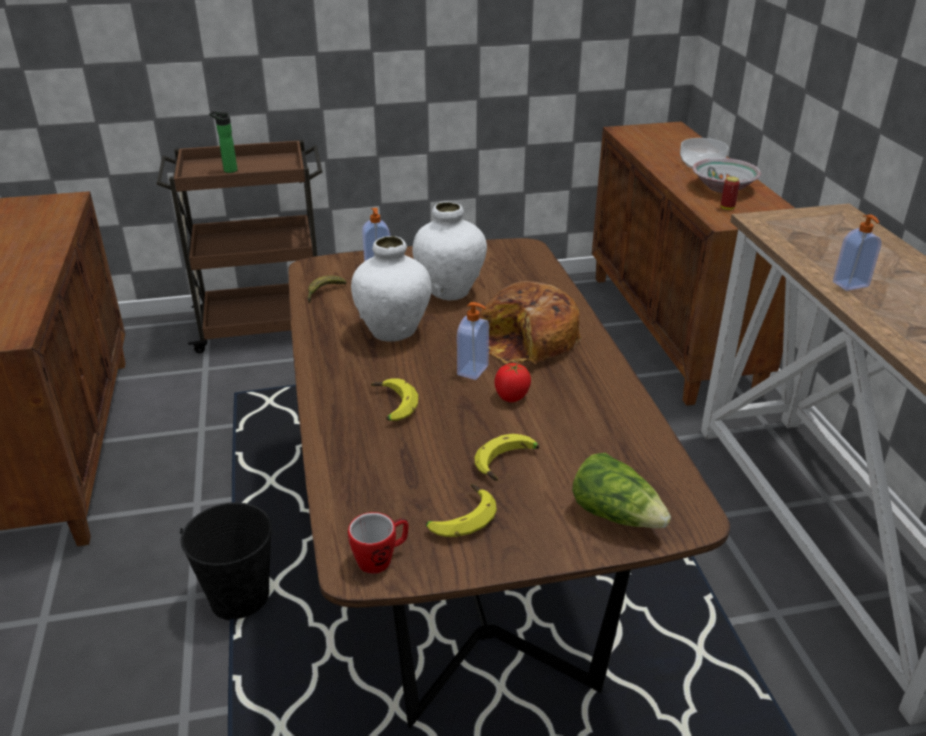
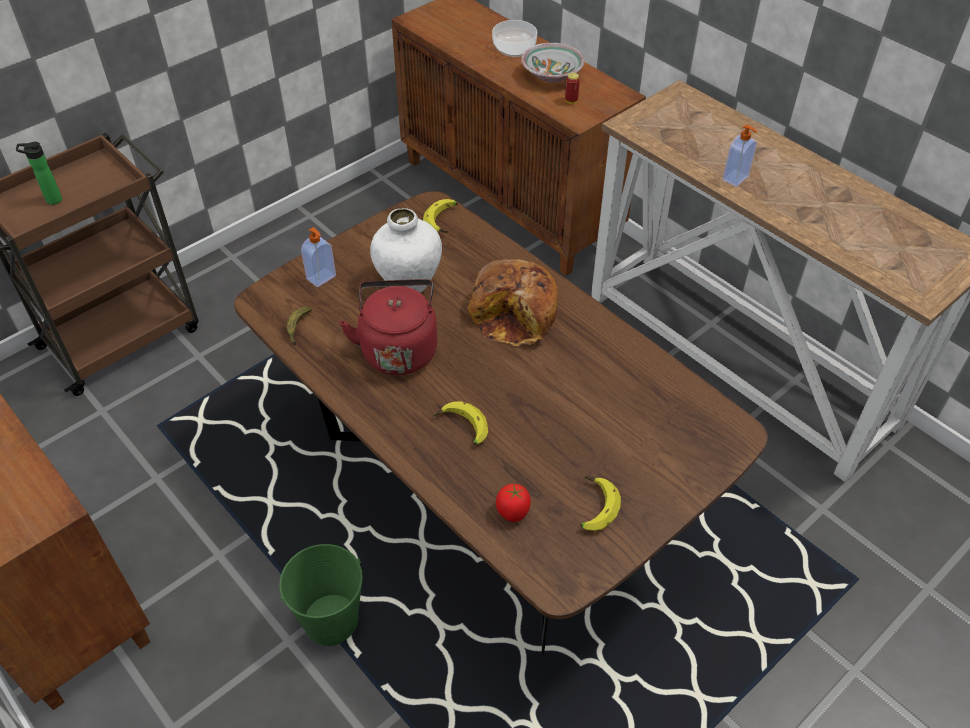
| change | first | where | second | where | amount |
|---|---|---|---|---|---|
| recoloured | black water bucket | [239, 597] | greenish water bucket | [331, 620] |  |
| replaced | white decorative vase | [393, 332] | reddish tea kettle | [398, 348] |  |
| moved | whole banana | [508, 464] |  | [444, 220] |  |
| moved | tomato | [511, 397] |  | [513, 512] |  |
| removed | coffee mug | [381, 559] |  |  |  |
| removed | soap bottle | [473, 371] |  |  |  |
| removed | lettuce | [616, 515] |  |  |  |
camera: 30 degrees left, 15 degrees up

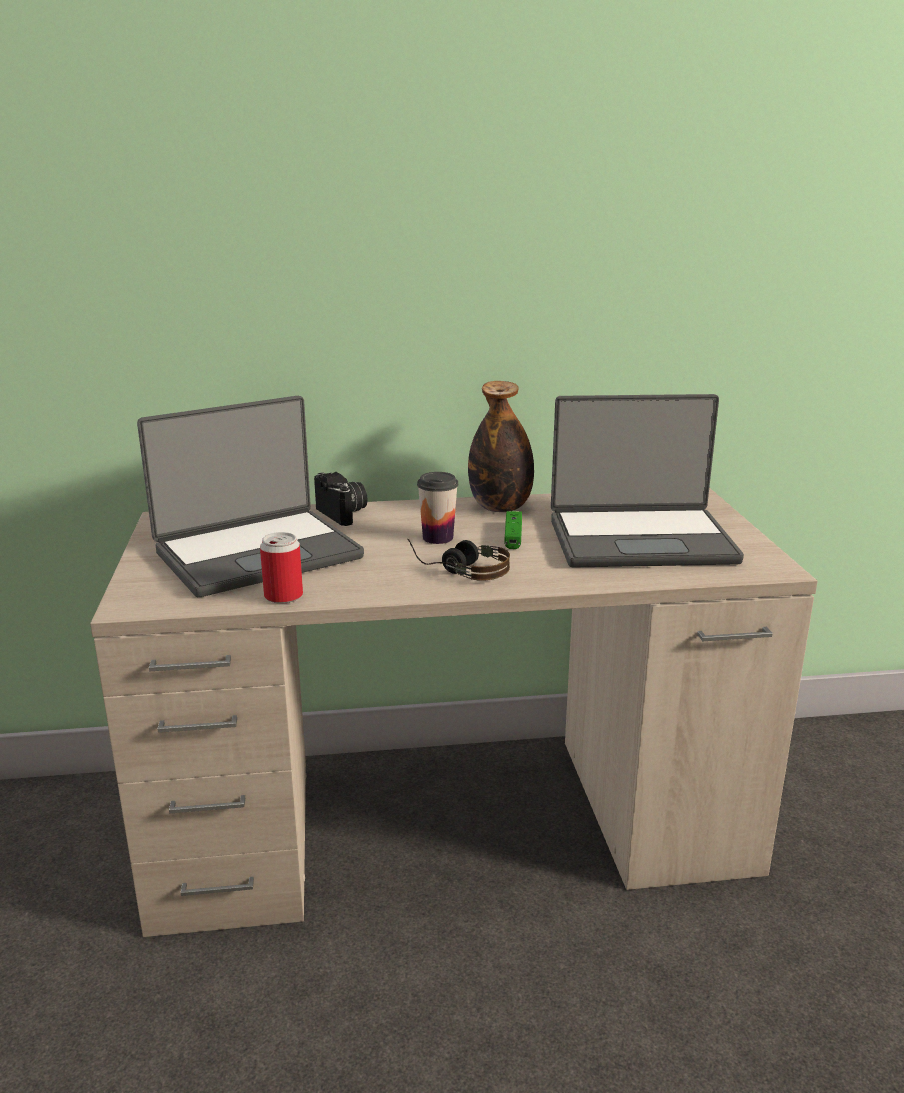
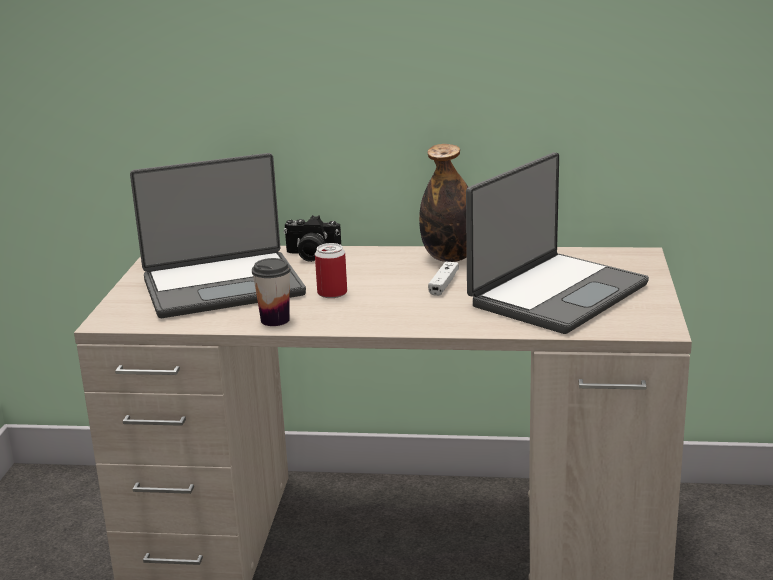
| change | first | where | second | where | amount |
|---|---|---|---|---|---|
| moved | small cup | [438, 538] |  | [275, 320] |  |
| turned | photo camera | [344, 514] |  | [311, 255] | 120 degrees clockwise |
| moved | metal can | [283, 596] |  | [332, 293] |  |
| recoloured | greenish joypad | [513, 536] | white joypad | [443, 284] |  |
| turned | portable computer | [640, 540] |  | [556, 294] | 60 degrees counterclockwise |
| removed | headset | [459, 570] |  |  |  |
camera: 15 degrees right, 0 degrees up

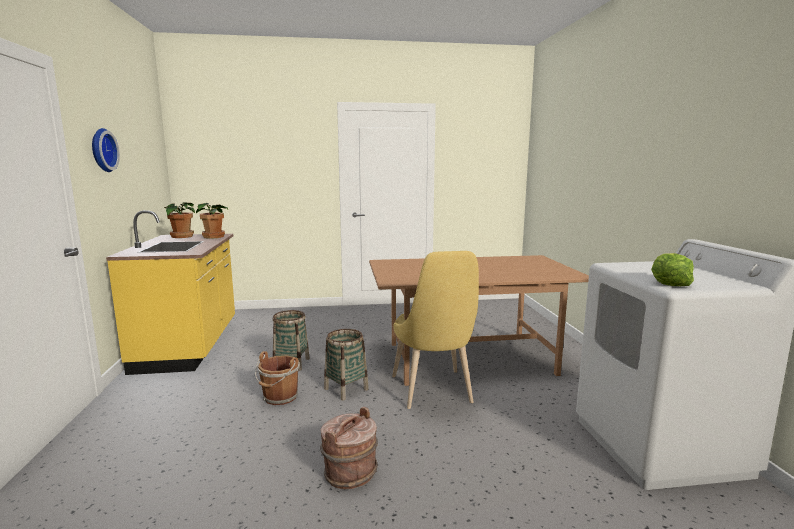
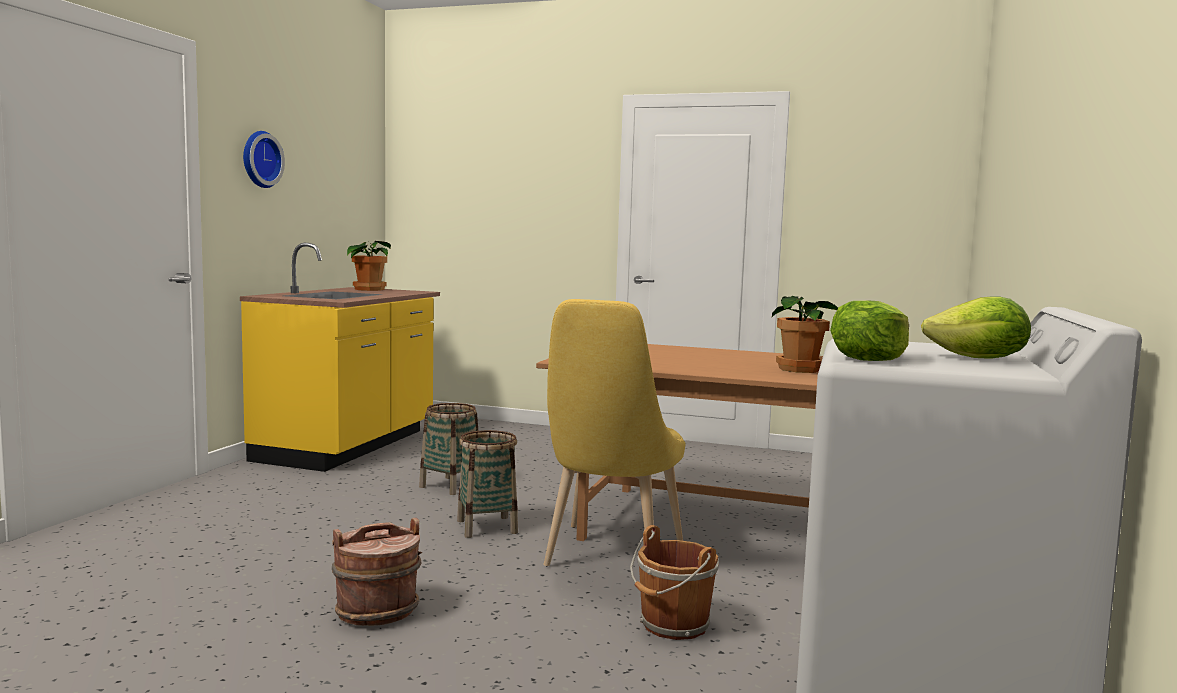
| change | first | where | second | where | amount |
|---|---|---|---|---|---|
| moved | brown-coloured water bucket | [280, 397] |  | [672, 625] |  |
| moved | plant in a pot | [214, 236] |  | [801, 369] |  |
| added |  |  | lettuce | [979, 359] |  |
camera: 25 degrees right, 5 degrees down

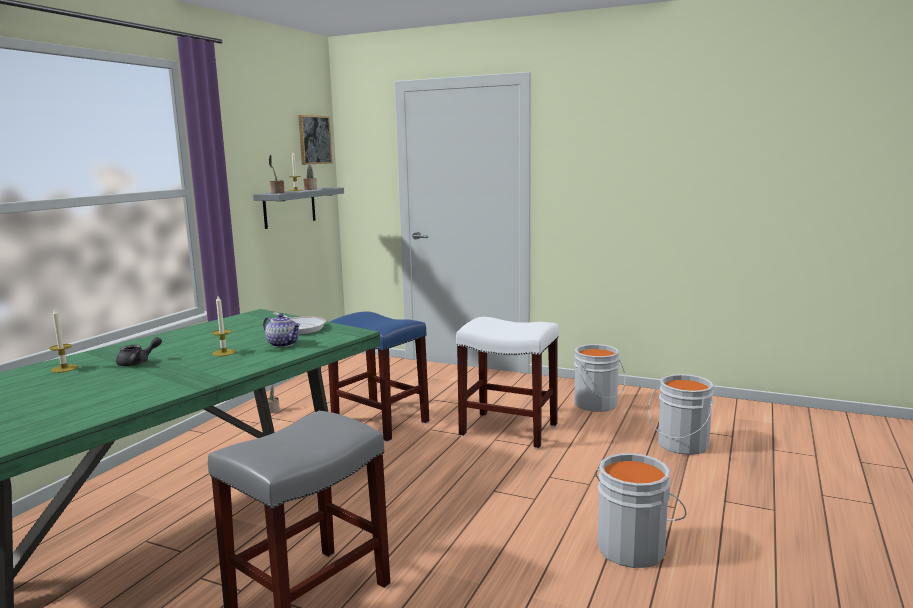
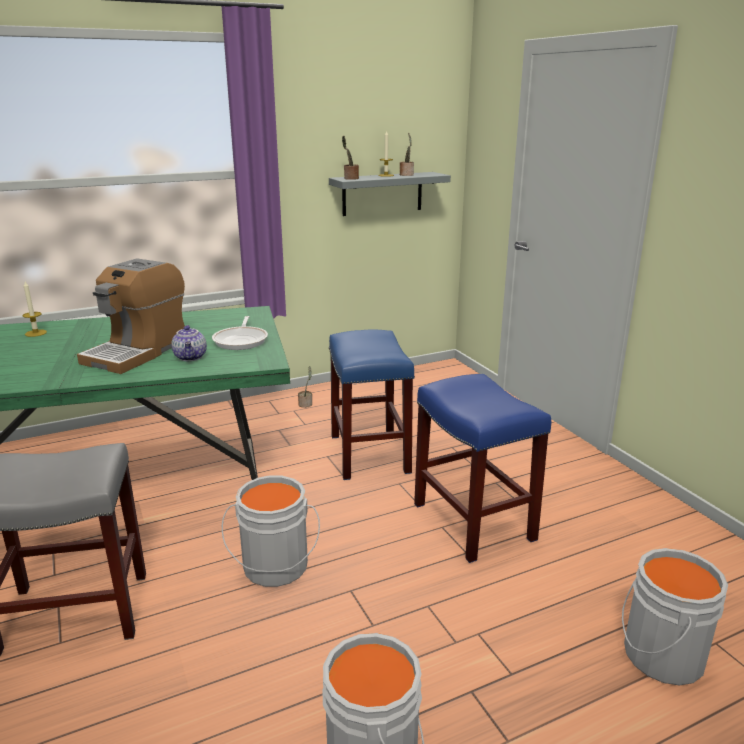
| change | first | where | second | where | amount |
|---|---|---|---|---|---|
| replaced | candle | [224, 352] | coffee machine | [138, 352] |  |
| moved | gray water bucket | [597, 405] |  | [275, 568] |  |
| recoloured | white stool seat | [509, 430] | blue stool seat | [474, 522] |  |
| removed | gray pot for tea | [138, 363] |  |  |  |
| removed | picture | [314, 140] |  |  |  |
camera: 40 degrees right, 10 degrees up

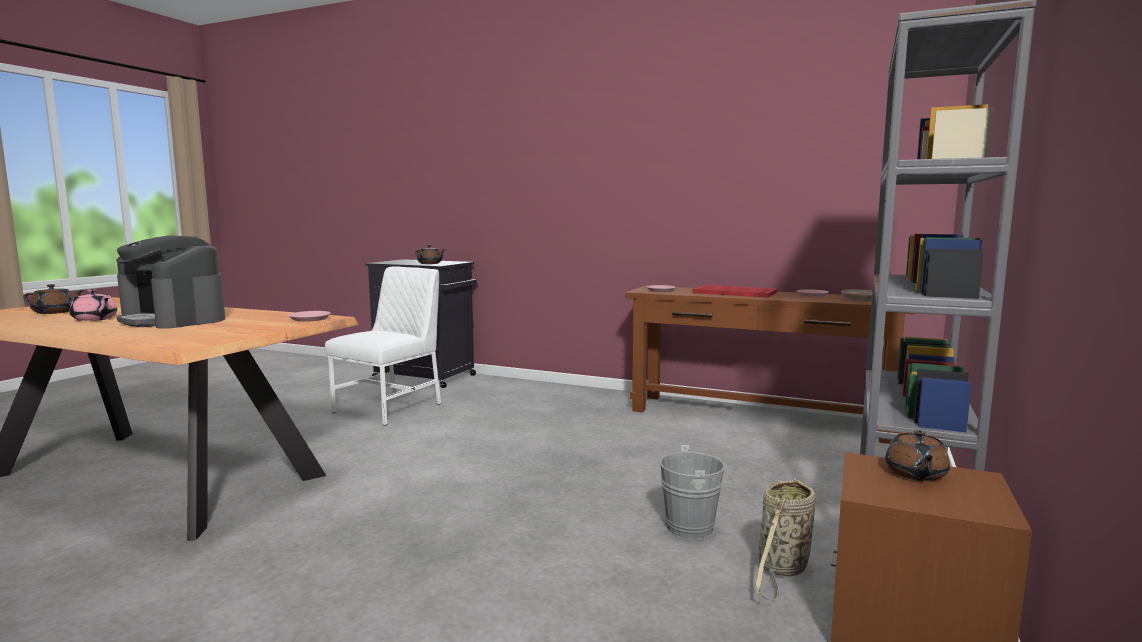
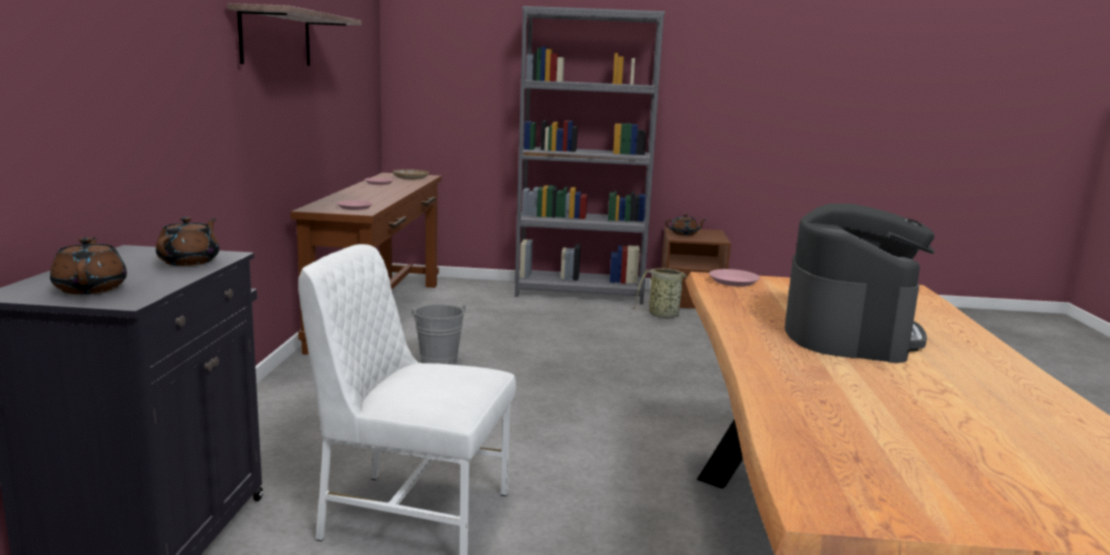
| change | first | where | second | where | amount |
|---|---|---|---|---|---|
| moved | brown-coloured pot for tea | [55, 312] |  | [91, 288] |  |
| added |  |  | shelf | [276, 38] |  |
| moved | gray water bucket | [695, 528] |  | [437, 360] |  |
| removed | pink pot for tea | [95, 319] |  |  |  |
| removed | reddish carrying tray | [735, 293] |  |  |  |
camera: 110 degrees left, 5 degrees up

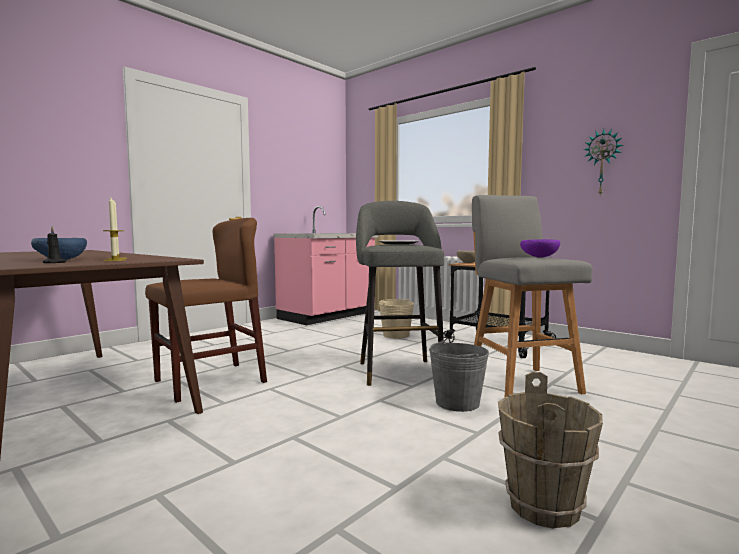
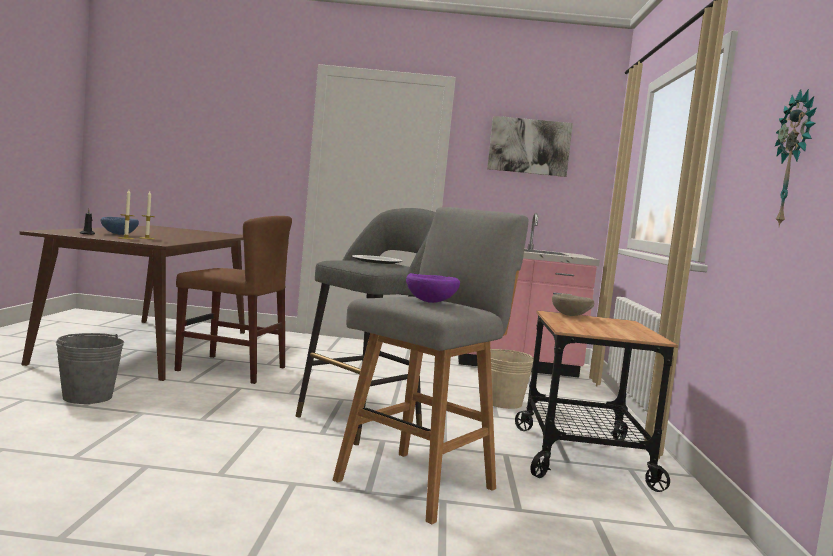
| change | first | where | second | where | amount |
|---|---|---|---|---|---|
| moved | gray water bucket | [457, 403] |  | [87, 397] |  |
| added |  |  | picture | [529, 146] |  |
| removed | brown-coloured water bucket | [545, 507] |  |  |  |
camera: 50 degrees right, 0 degrees up

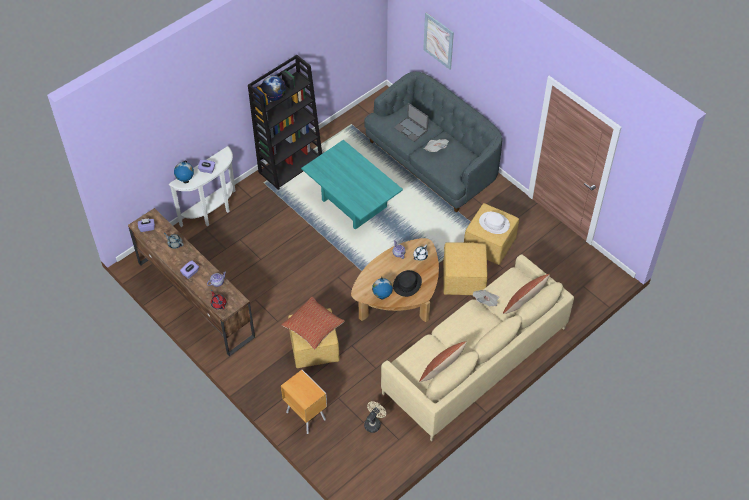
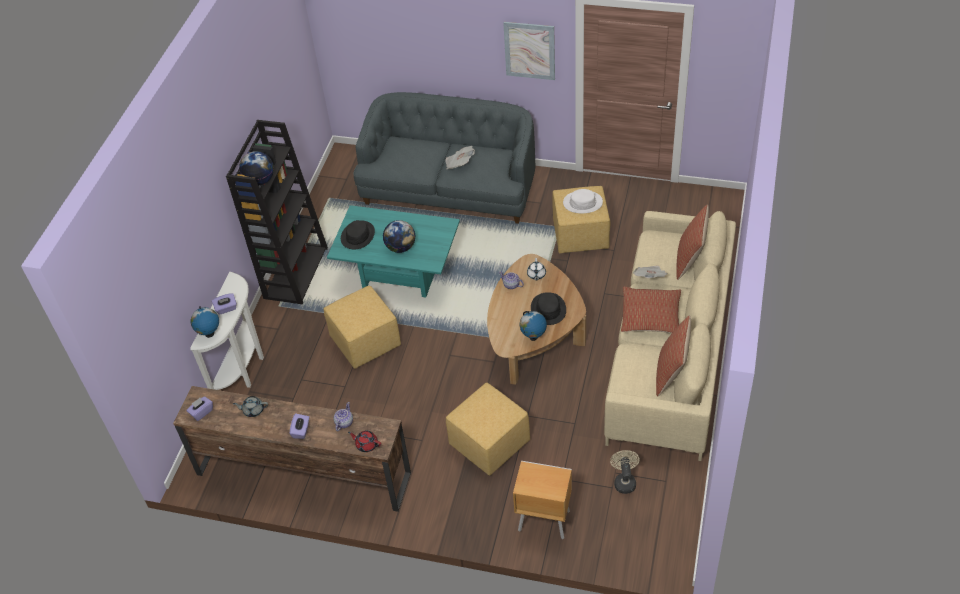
| change | first | where | second | where | amount |
|---|---|---|---|---|---|
| moved | yellow ottoman | [463, 279] |  | [364, 342] |  |
| added |  |  | black hat | [358, 236] |  |
| added |  |  | globe | [401, 247] |  |
| moved | picture | [438, 41] |  | [529, 50] |  |
| moved | pillow | [313, 327] |  | [650, 317] |  |
| removed | portable computer | [411, 129] |  |  |  |
camera: 30 degrees left, 5 degrees down

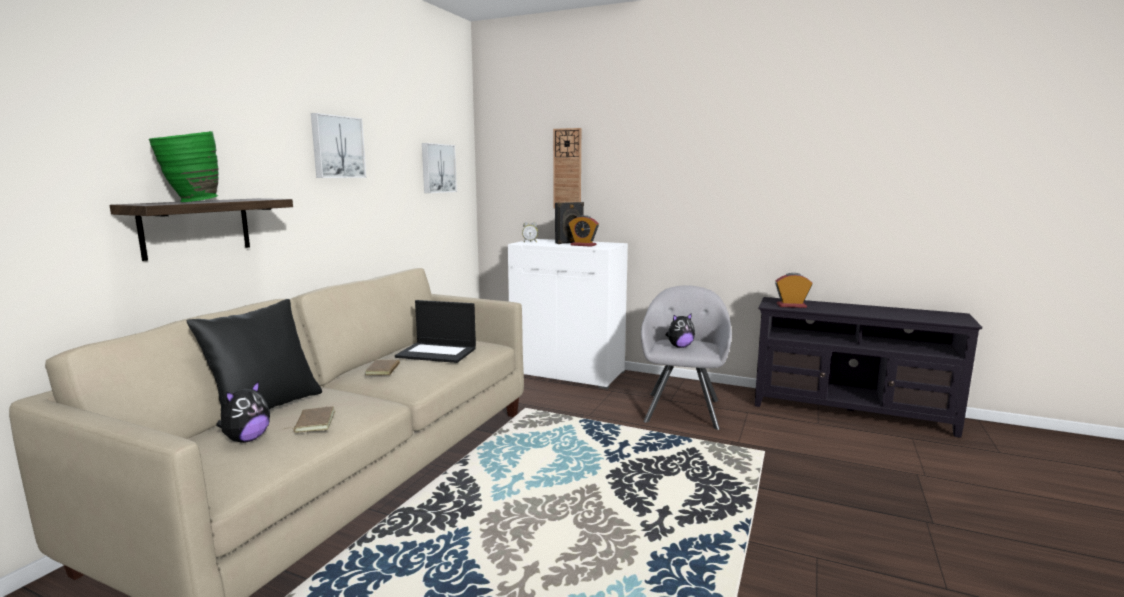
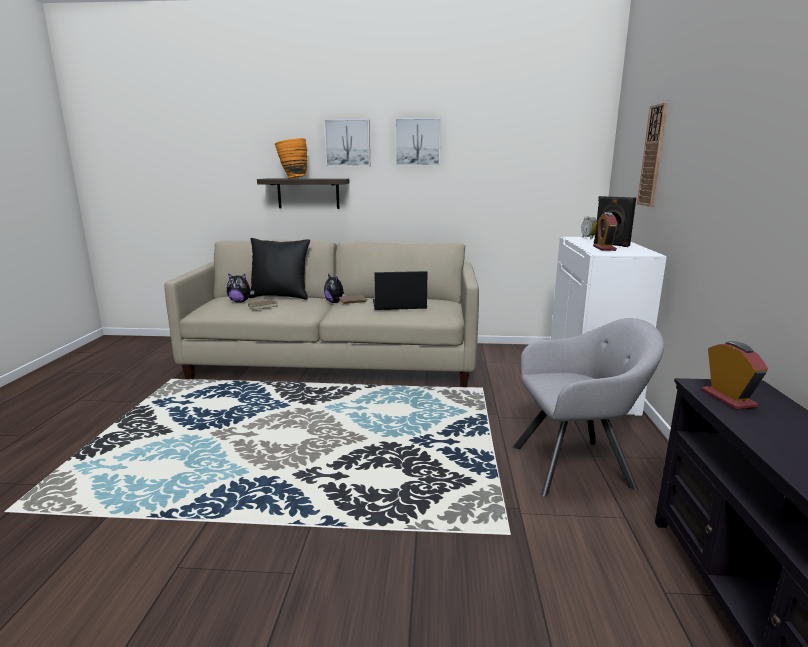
| change | first | where | second | where | amount |
|---|---|---|---|---|---|
| recoloured | greenish decorative vase | [190, 202] | orange decorative vase | [292, 178] |  |
| moved | picture | [437, 168] |  | [348, 143] |  |
| moved | soft toy | [679, 346] |  | [335, 302] |  |
| turned | portable computer | [438, 352] |  | [398, 305] | 90 degrees clockwise |
camera: 70 degrees right, 5 degrees up

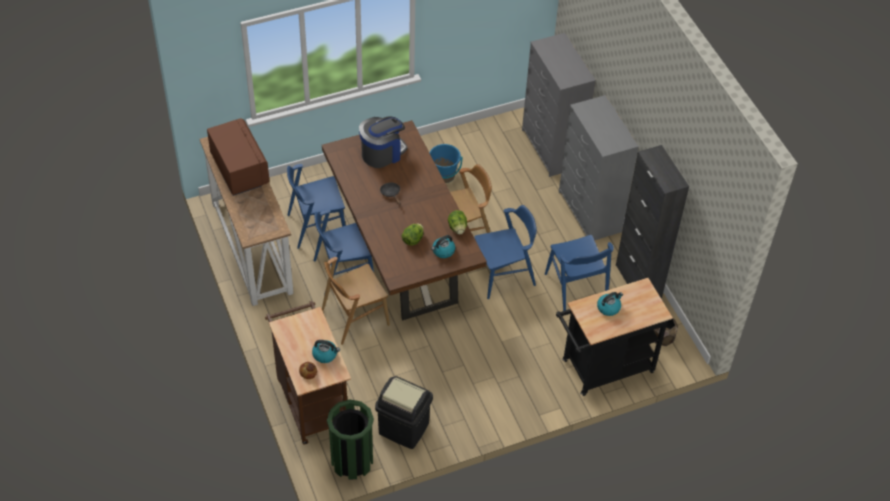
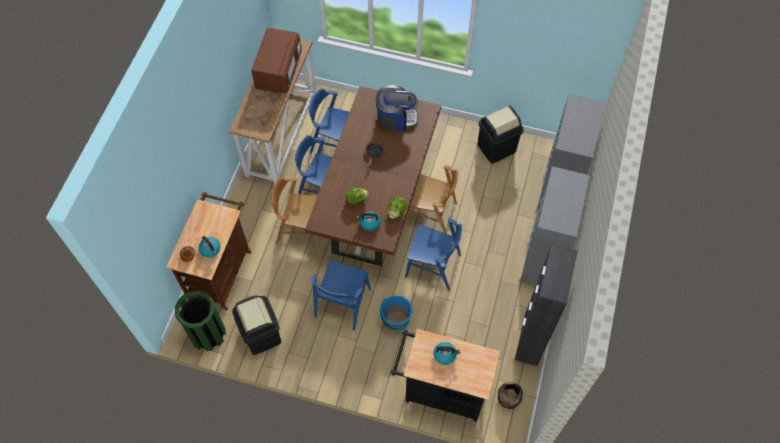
| change | first | where | second | where | amount |
|---|---|---|---|---|---|
| moved | blue plain chair | [575, 288] |  | [342, 303] |  |
| moved | blue water bucket | [444, 175] |  | [396, 320] |  |
| added |  |  | black trash can | [496, 148] |  |
camera: 40 degrees right, 10 degrees up

